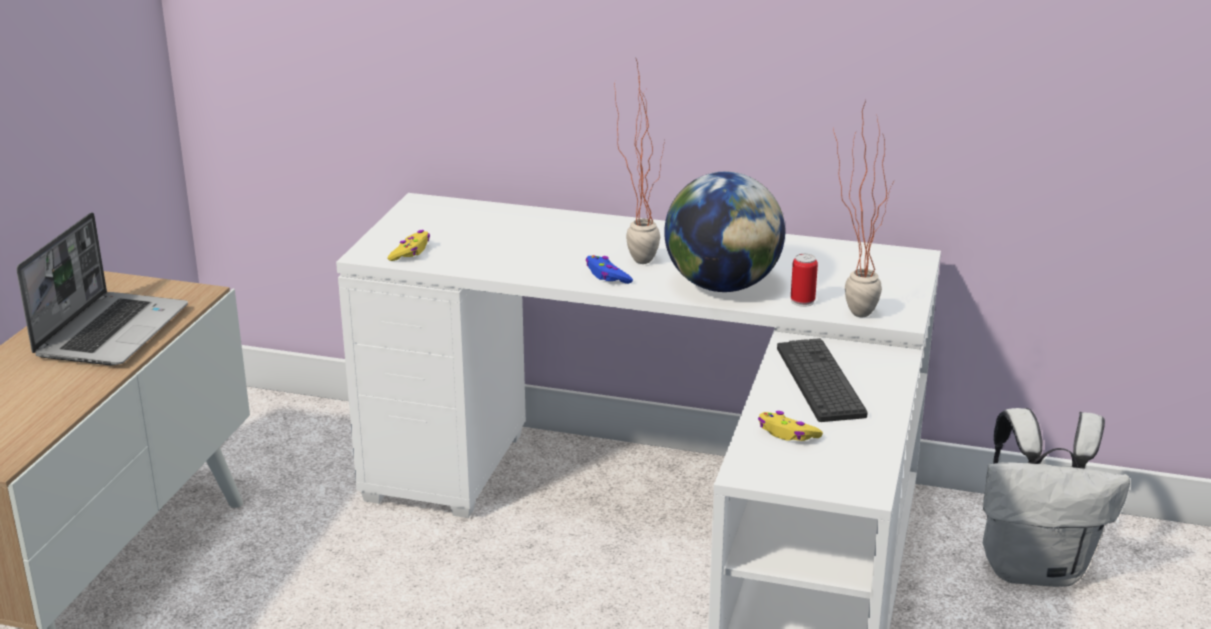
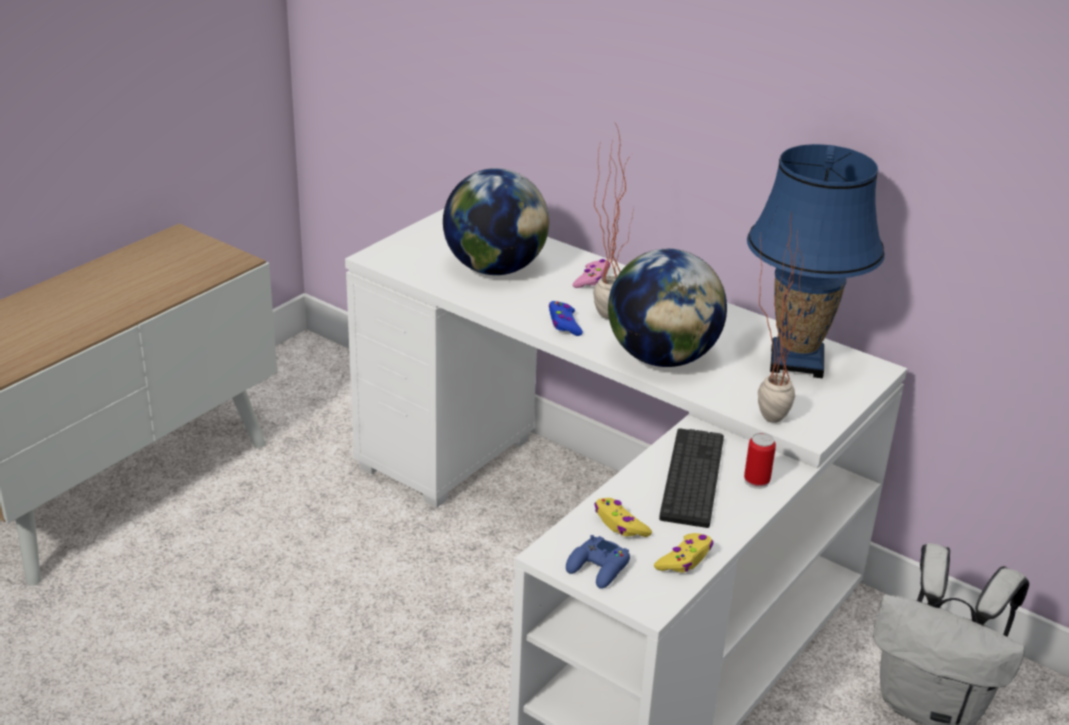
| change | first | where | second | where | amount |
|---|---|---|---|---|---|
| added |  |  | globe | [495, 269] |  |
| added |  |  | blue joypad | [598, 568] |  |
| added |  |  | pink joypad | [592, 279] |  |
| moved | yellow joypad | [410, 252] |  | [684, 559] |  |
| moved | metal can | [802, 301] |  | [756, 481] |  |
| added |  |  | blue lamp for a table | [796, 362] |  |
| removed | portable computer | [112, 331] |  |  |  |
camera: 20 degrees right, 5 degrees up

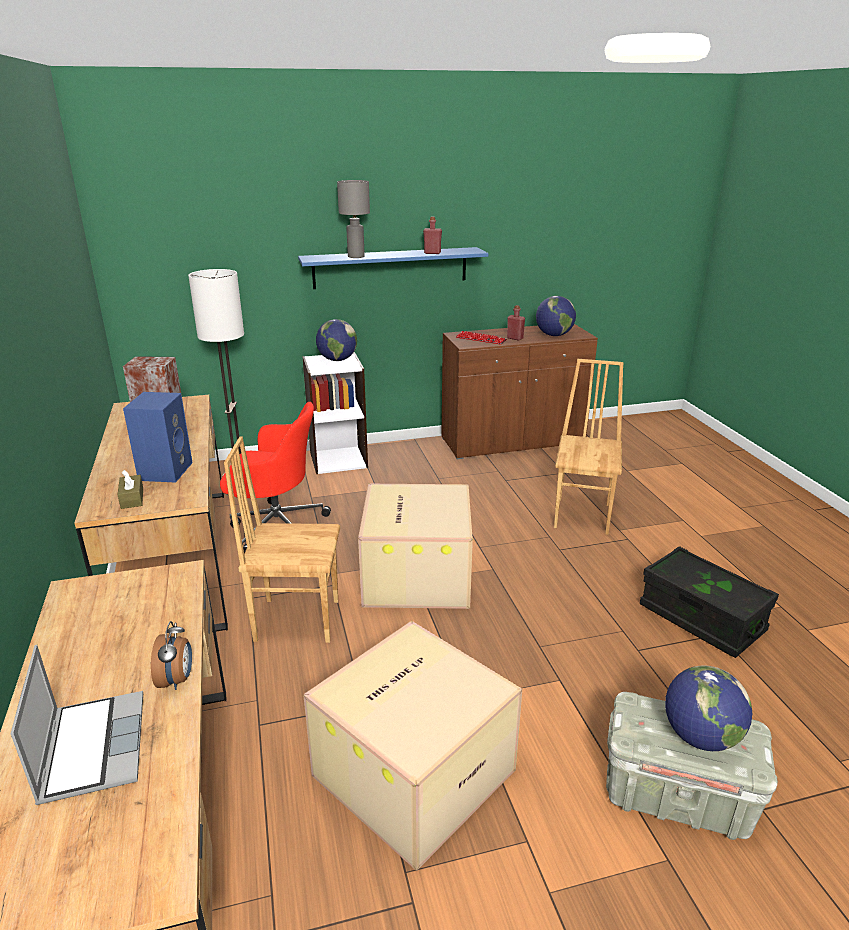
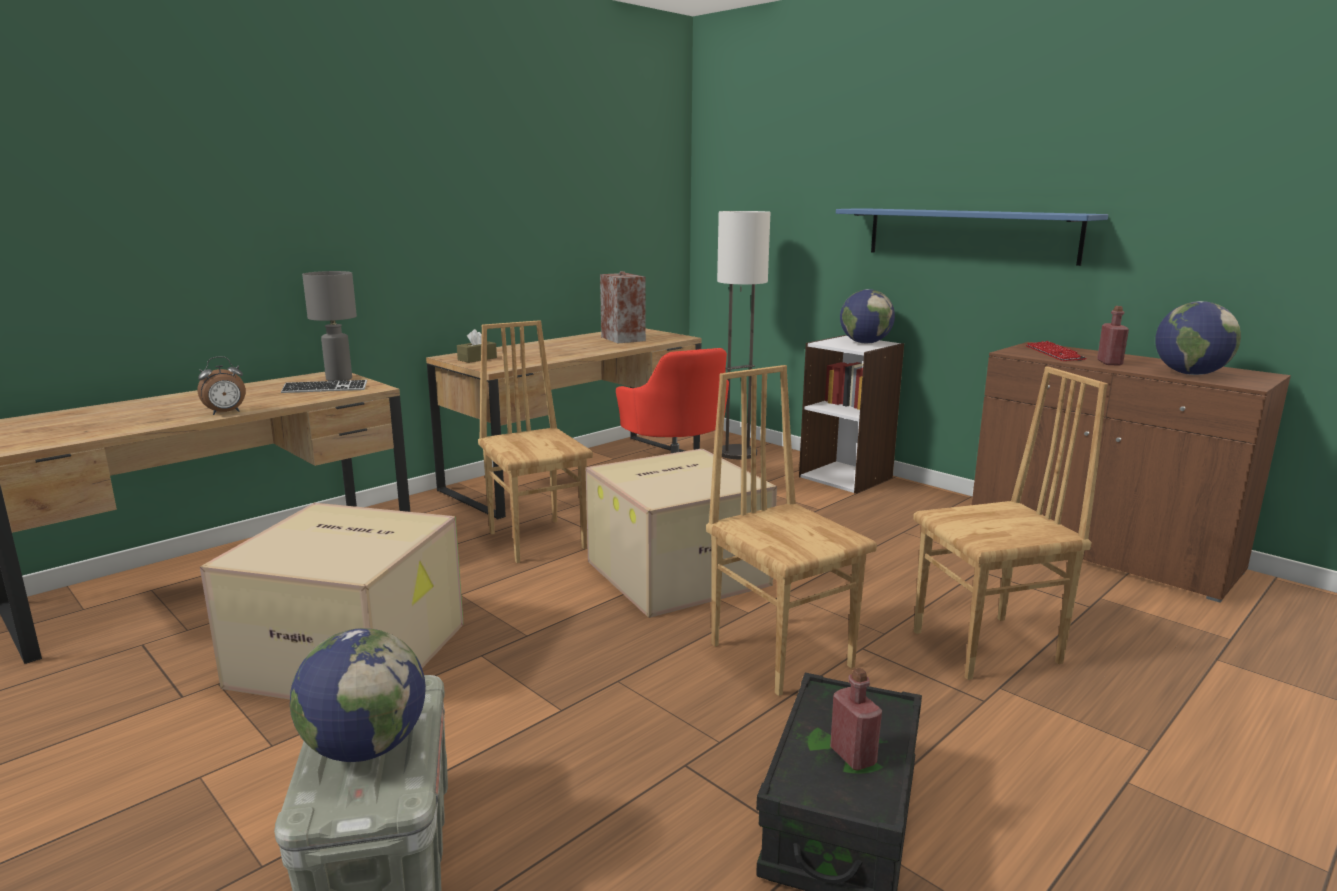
| change | first | where | second | where | amount |
|---|---|---|---|---|---|
| added |  |  | keyboard | [325, 389] |  |
| moved | gray lamp for a table | [356, 257] |  | [339, 379] |  |
| added |  |  | brown-coloured plain chair | [782, 654] |  |
| moved | reddish beverage bottle | [432, 253] |  | [853, 756] |  |
| removed | portable computer | [92, 746] |  |  |  |
| removed | blue loudspeaker | [165, 470] |  |  |  |
camera: 60 degrees right, 10 degrees down

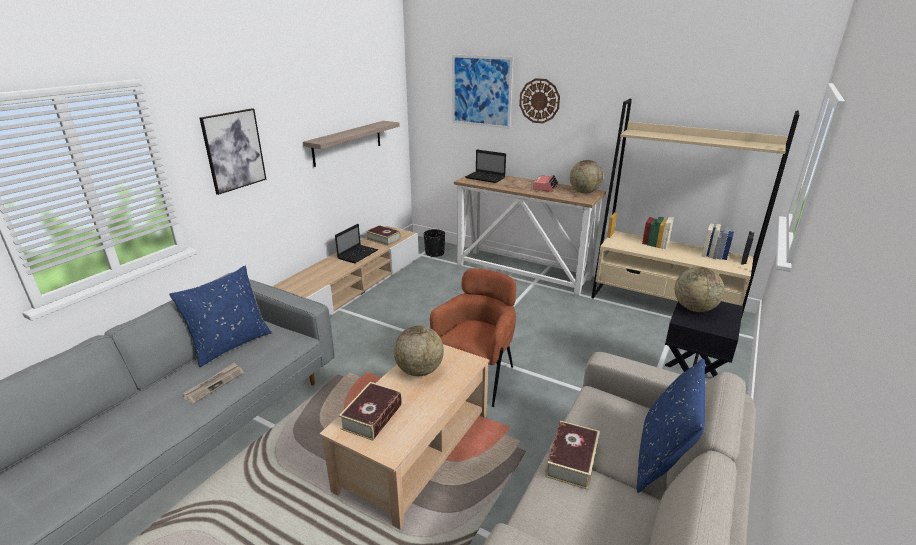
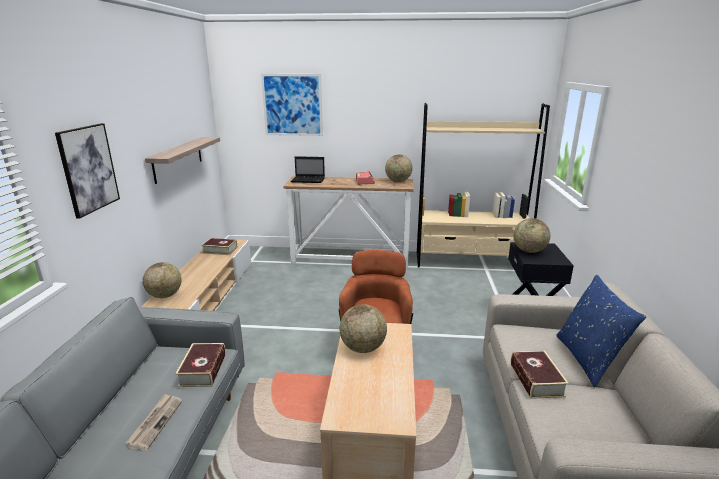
| change | first | where | second | where | amount |
|---|---|---|---|---|---|
| added |  |  | globe | [165, 295] |  |
| moved | book | [372, 416] |  | [203, 370] |  |
| removed | blue pillow | [230, 344] |  |  |  |
| removed | portable computer | [358, 254] |  |  |  |
| removed | black plant pot | [434, 253] |  |  |  |
| removed | clock on the wall | [539, 101] |  |  |  |
camera: 25 degrees left, 5 degrees down

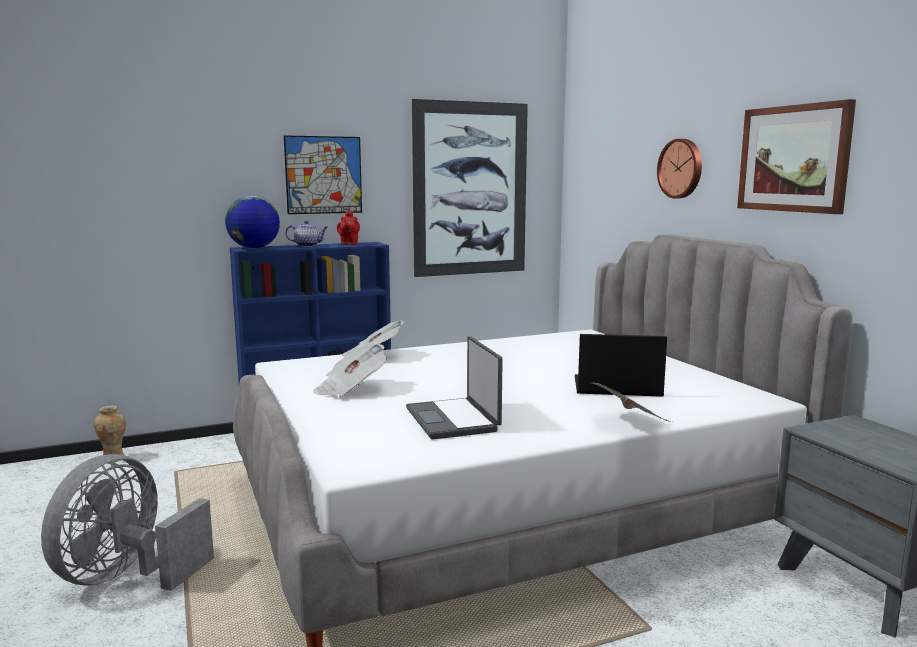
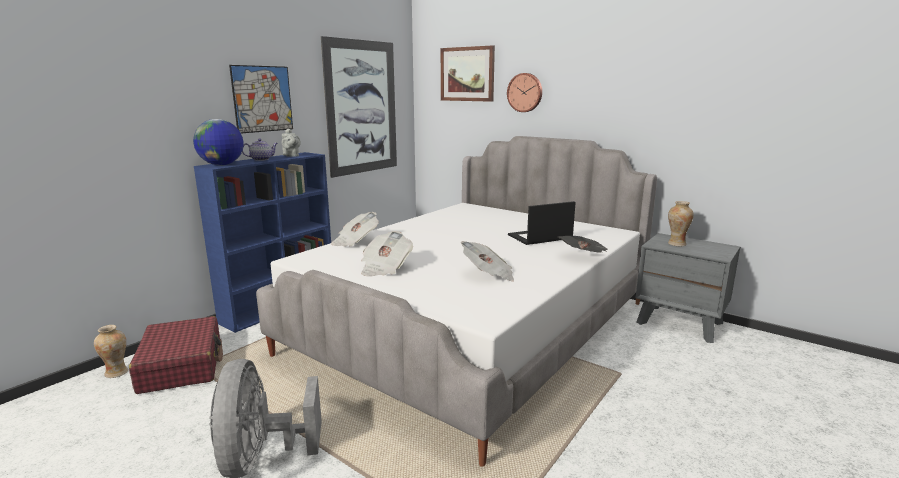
| change | first | where | second | where | amount |
|---|---|---|---|---|---|
| added |  |  | reddish travel case | [182, 365] |  |
| recoloured | reddish pot for tea | [349, 244] | gray pot for tea | [291, 156] |  |
| moved | picture | [793, 158] |  | [467, 74] |  |
| replaced | portable computer | [454, 420] | printed paper | [488, 275] |  |
| added |  |  | decorative vase | [676, 244] |  |
camera: 30 degrees left, 5 degrees up

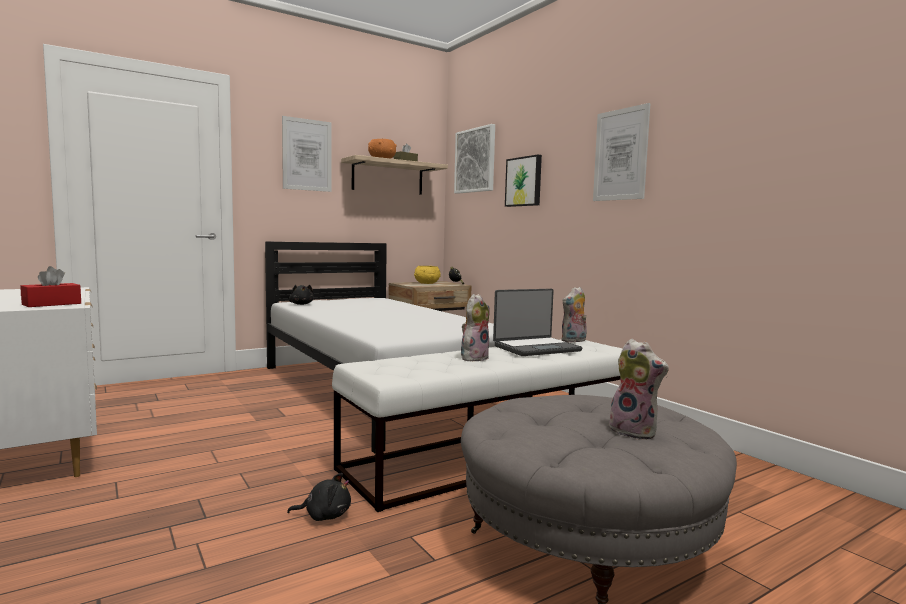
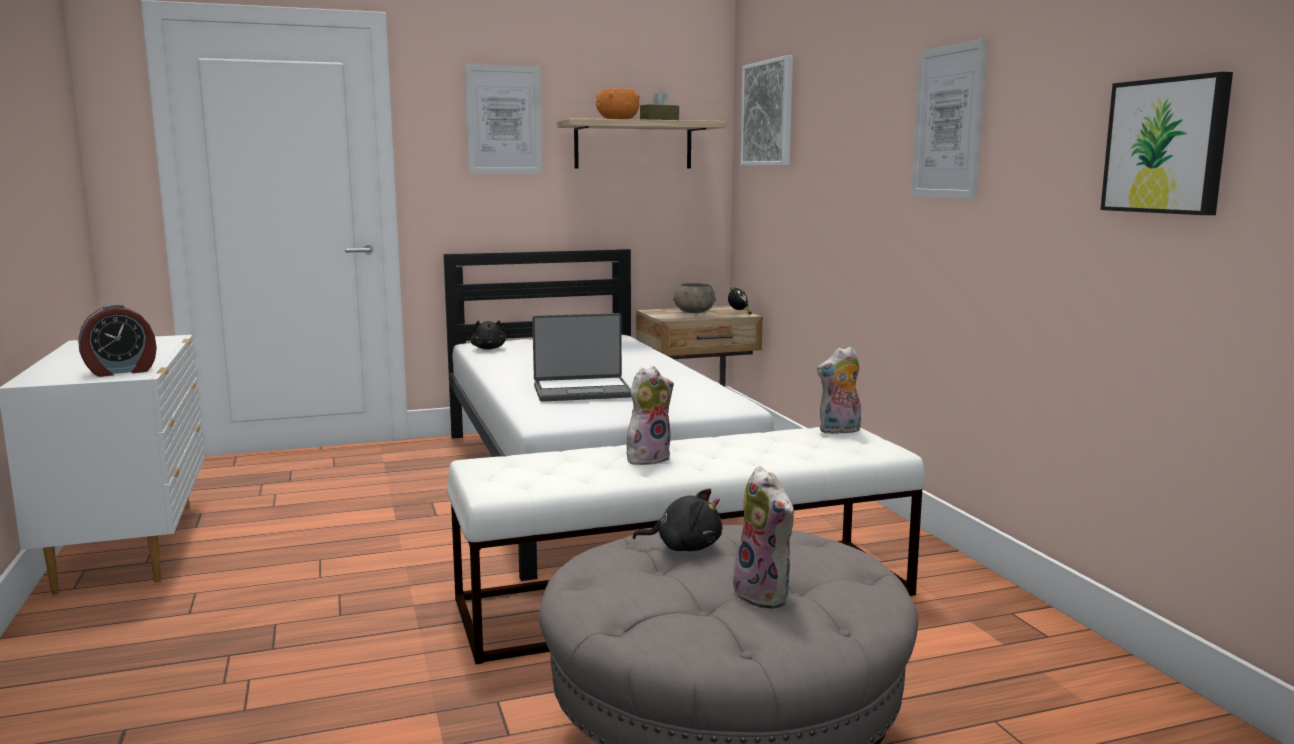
| change | first | where | second | where | amount |
|---|---|---|---|---|---|
| replaced | reddish tissue holder | [52, 304] | table clock | [121, 371] |  |
| moved | portable computer | [536, 348] |  | [582, 391] |  |
| moved | black soft toy | [324, 516] |  | [684, 547] |  |
| recoloured | yellow deep dish | [427, 283] | gray deep dish | [694, 312] |  |
| moved | picture | [524, 181] |  | [1167, 146] |  |
camera: 15 degrees right, 5 degrees up

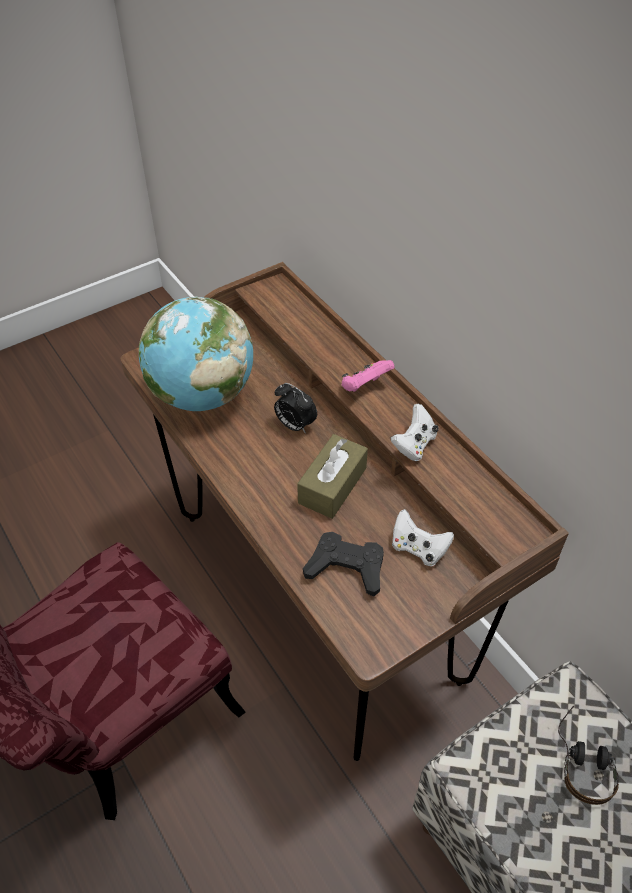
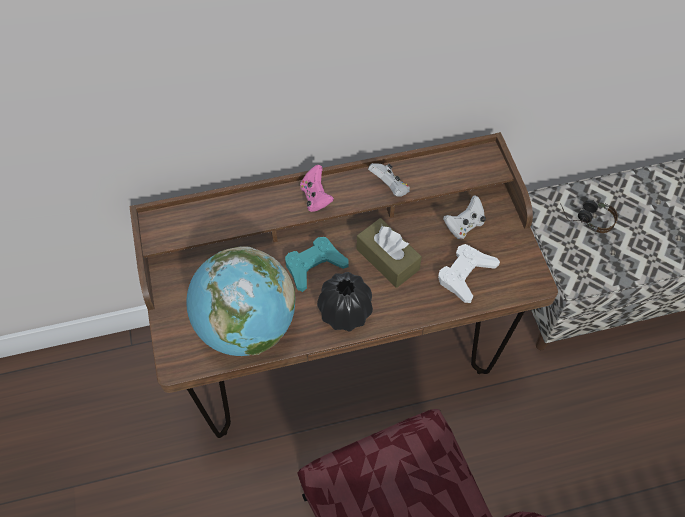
| change | first | where | second | where | amount |
|---|---|---|---|---|---|
| replaced | table clock | [294, 425] | blue-green joypad | [314, 266] |  |
| added |  |  | black decorative vase | [345, 312] |  |
| recoloured | black joypad | [346, 567] | white joypad | [465, 275] |  |
camera: 70 degrees left, 10 degrees up

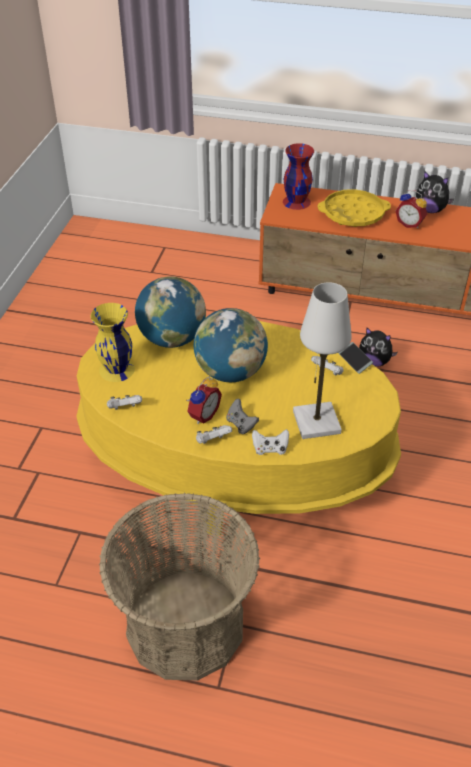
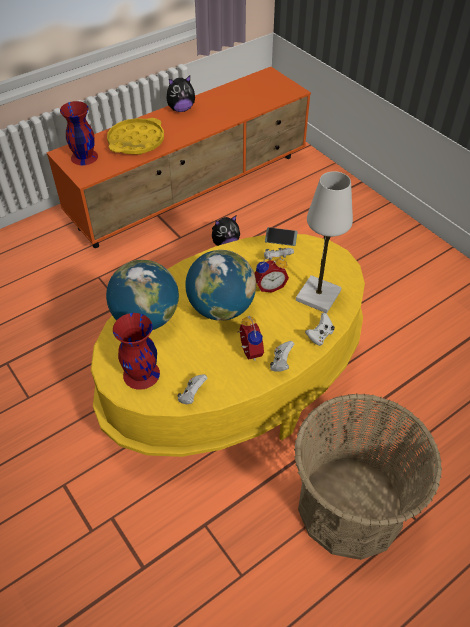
| change | first | where | second | where | amount |
|---|---|---|---|---|---|
| recoloured | yellow decorative vase | [116, 369] | reddish decorative vase | [141, 374] |  |
| moved | table clock | [410, 224] |  | [269, 286] |  |
| removed | gray joypad | [241, 424] |  |  |  |
camera: 50 degrees left, 5 degrees up

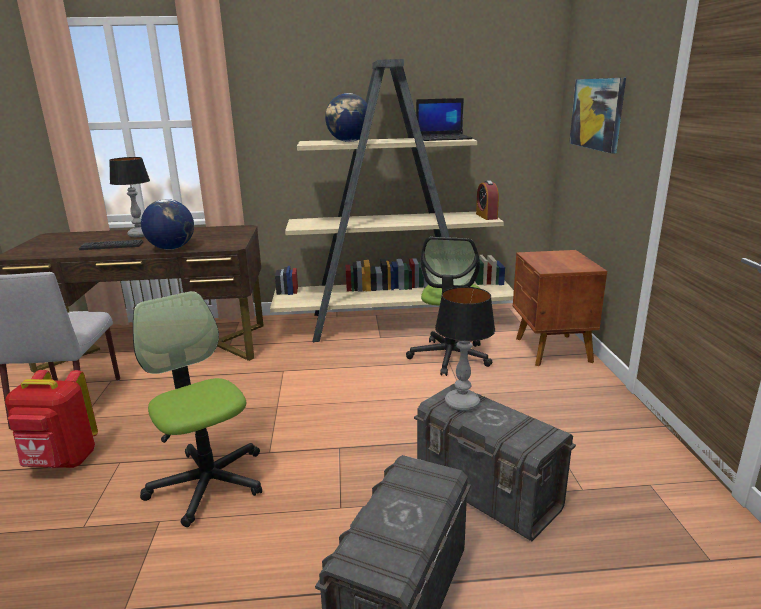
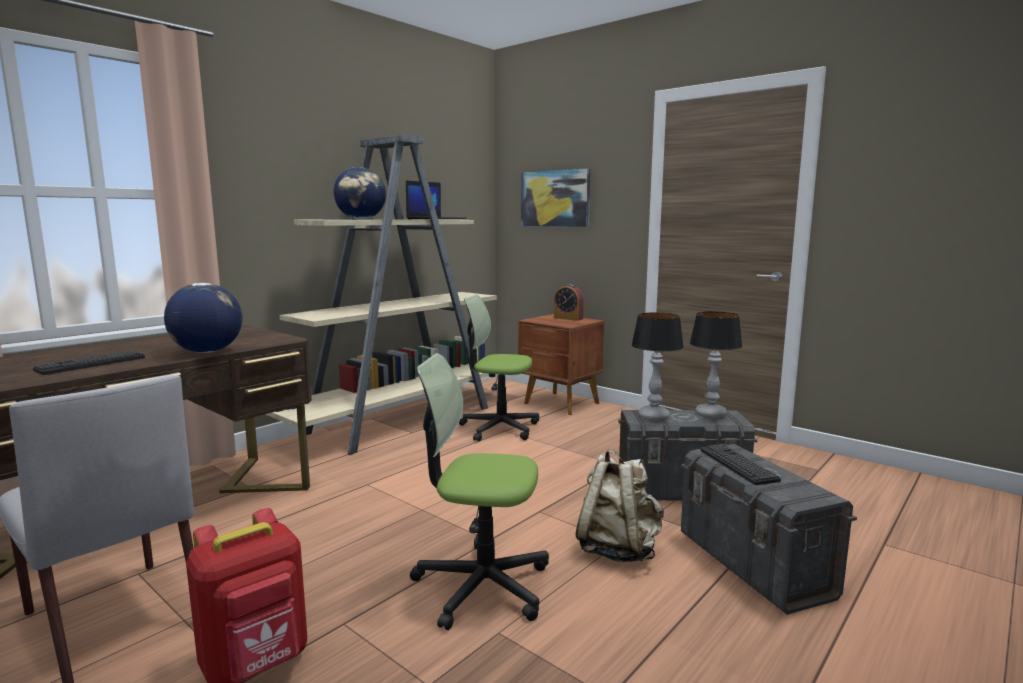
| change | first | where | second | where | amount |
|---|---|---|---|---|---|
| turned | computer chair | [449, 357] |  | [499, 428] | 135 degrees clockwise |
| moved | table clock | [486, 216] |  | [568, 318] |  |
| added |  |  | beige-coloured rucksack | [618, 549] |  |
| moved | lamp for a table | [140, 235] |  | [711, 414] |  |
| added |  |  | keyboard | [738, 465] |  |
camera: 45 degrees left, 10 degrees down

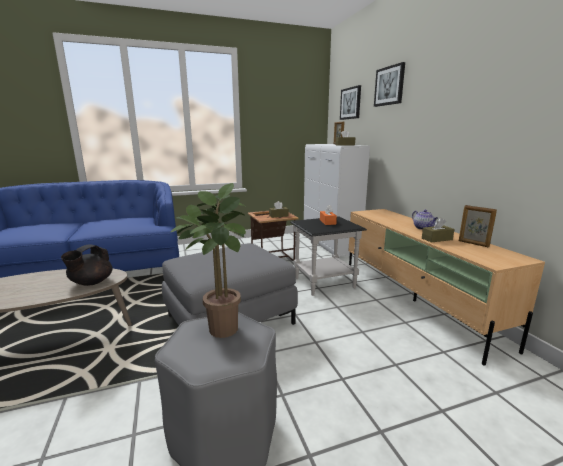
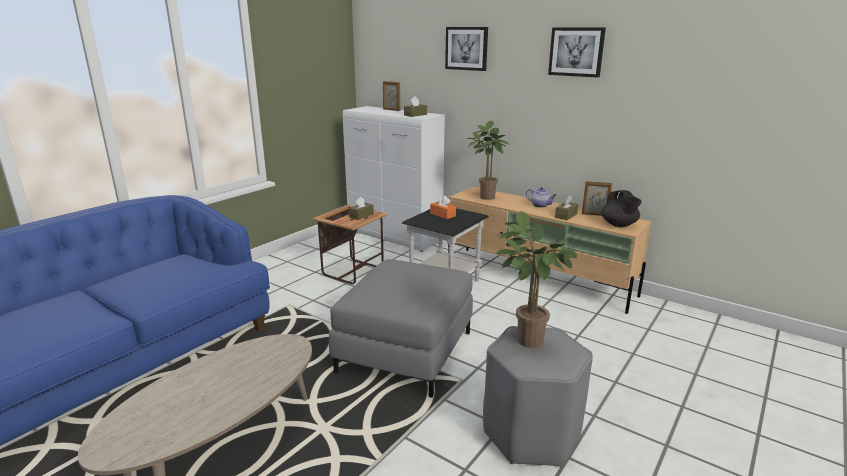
| change | first | where | second | where | amount |
|---|---|---|---|---|---|
| added |  |  | plant in a pot | [485, 197] |  |
| moved | picture | [351, 103] |  | [576, 52] |  |
| moved | black pot for tea | [91, 282] |  | [619, 225] |  |
camera: 35 degrees left, 5 degrees up

